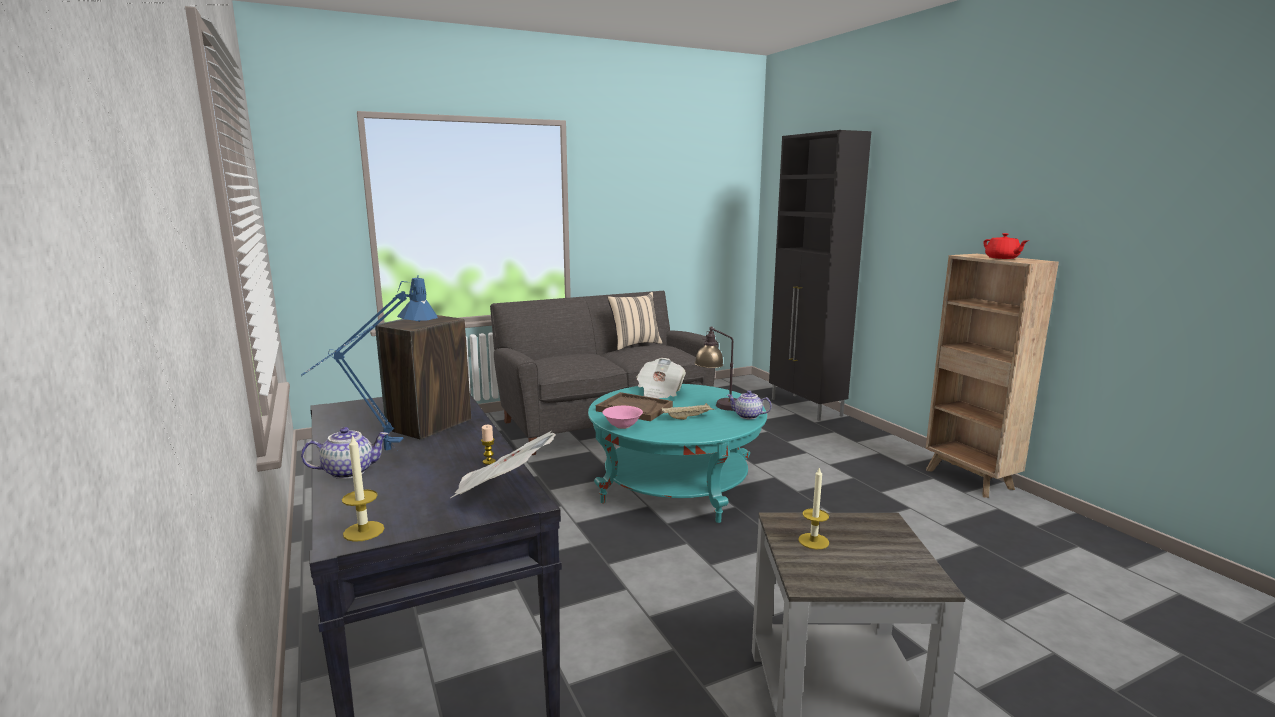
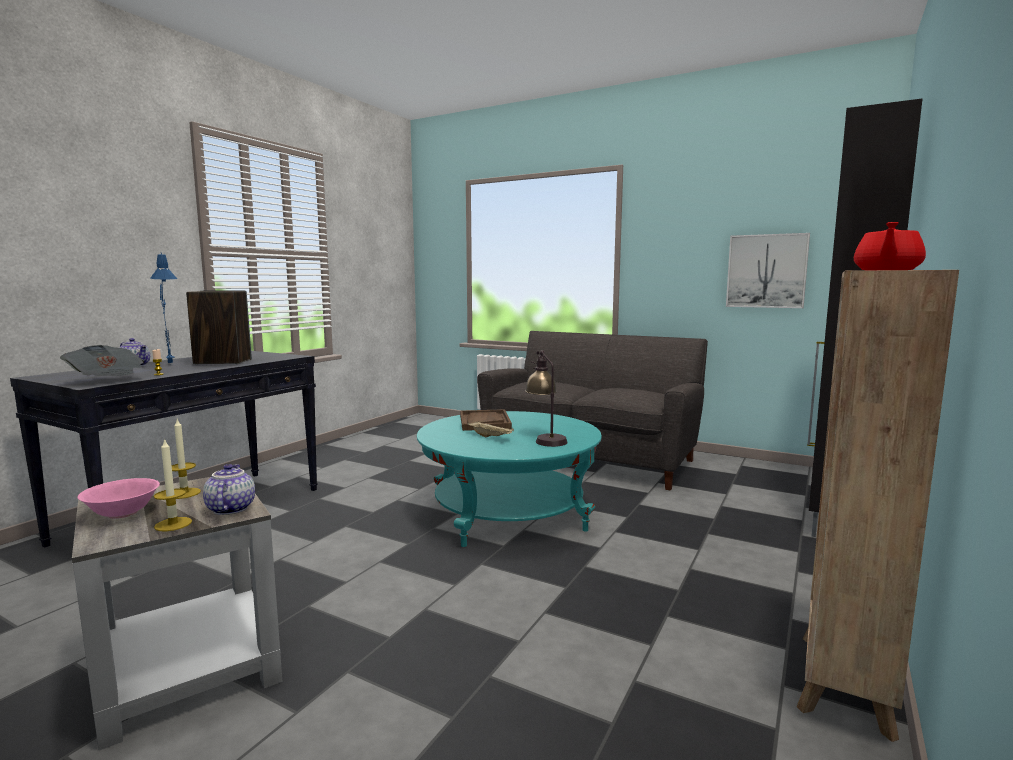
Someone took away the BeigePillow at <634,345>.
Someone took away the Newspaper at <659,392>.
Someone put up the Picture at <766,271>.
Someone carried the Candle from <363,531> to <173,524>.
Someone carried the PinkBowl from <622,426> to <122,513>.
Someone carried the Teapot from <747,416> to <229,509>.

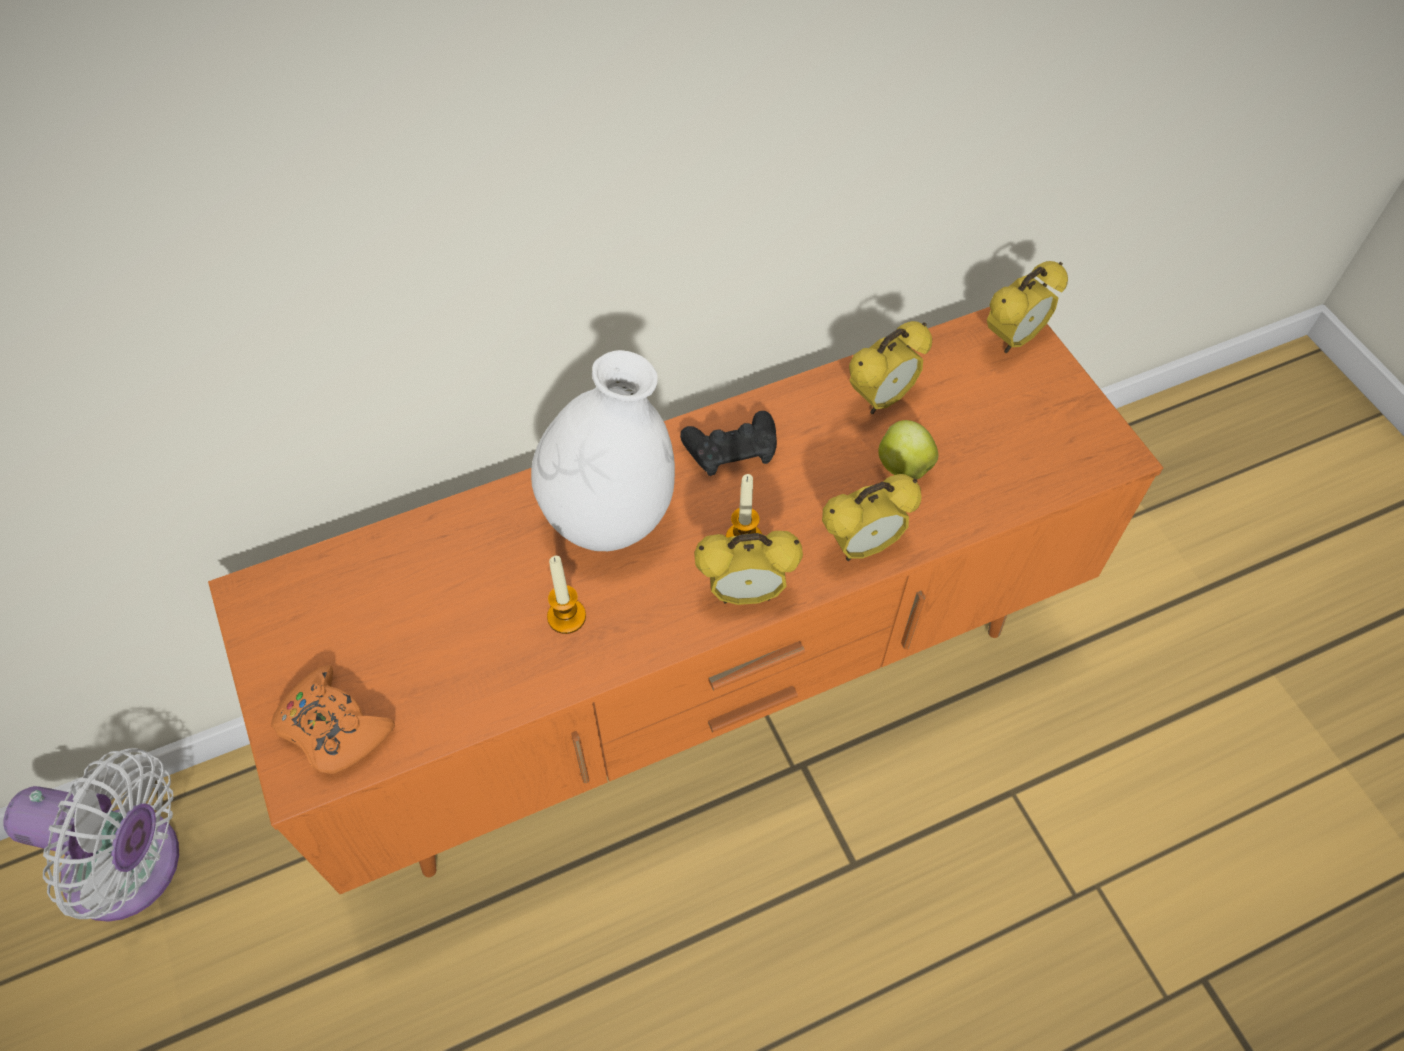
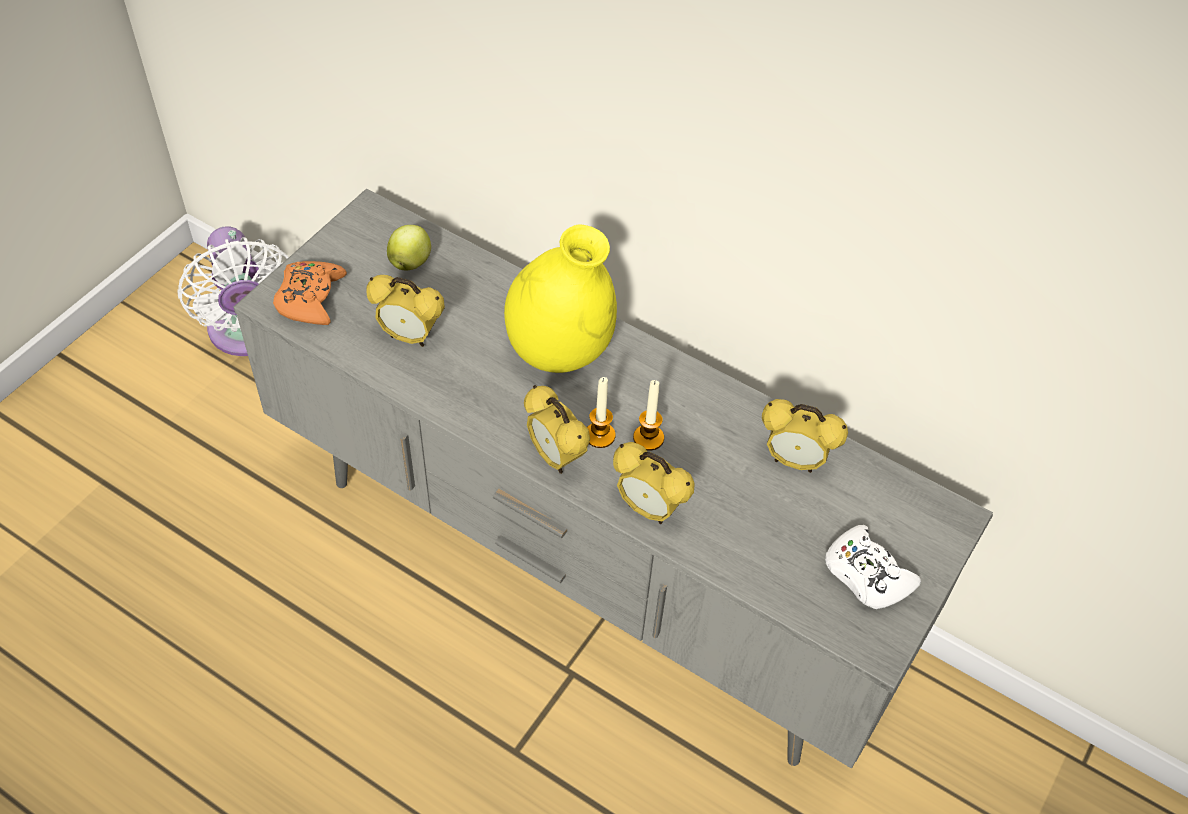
Someone took away the BlackGameController at <731,449>.
Someone put down the WhiteGameController at <866,575>.
Someone carried the Candle from <566,616> to <648,438>.
Someone carried the Apple from <902,466> to <410,262>.
Someone carried the AlarmClock from <1013,339> to <410,337>.
Someone repainted the OrangeTvStand at <701,691>, which became the GreyTvStand at <585,573>.
Someone repainted the WhiteVase at <609,516>, which became the YellowVase at <559,352>.

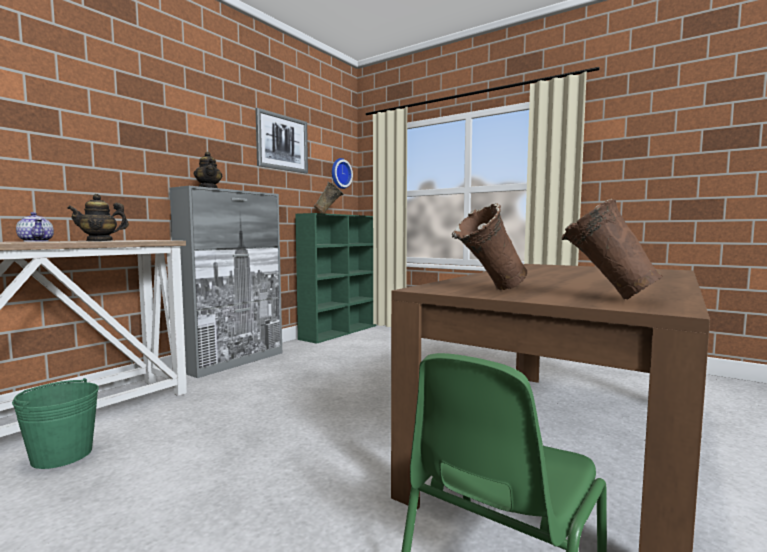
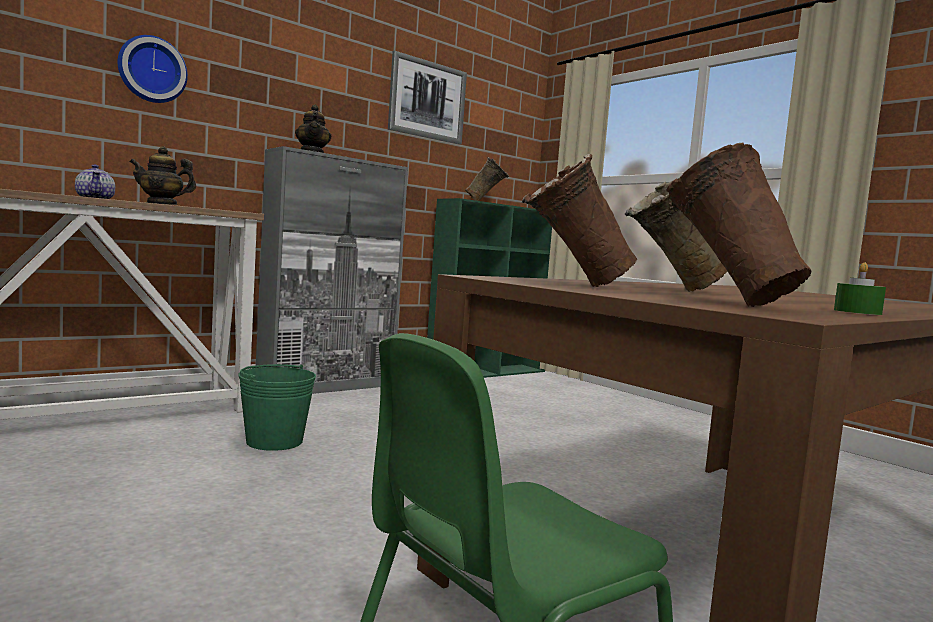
Someone put down the BeigeVase at <669,290>.
Someone put down the GreenCandle at <857,312>.
Someone carried the GreenBucket from <62,455> to <274,441>.
Someone carried the WallClock from <340,173> to <152,70>.

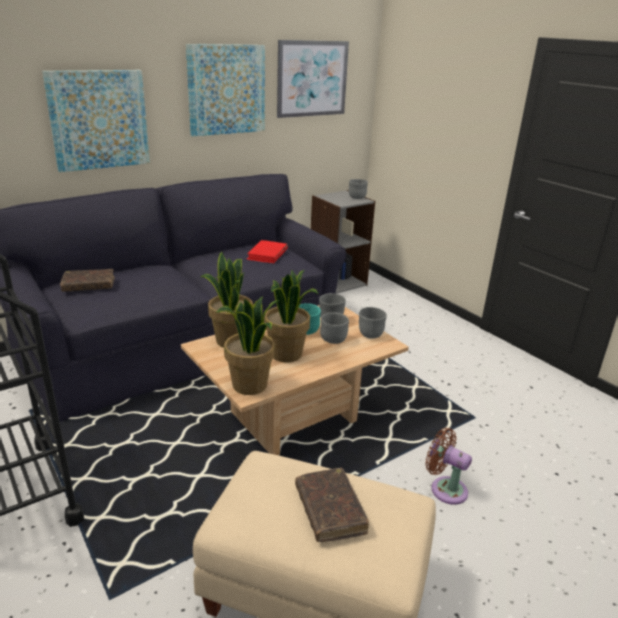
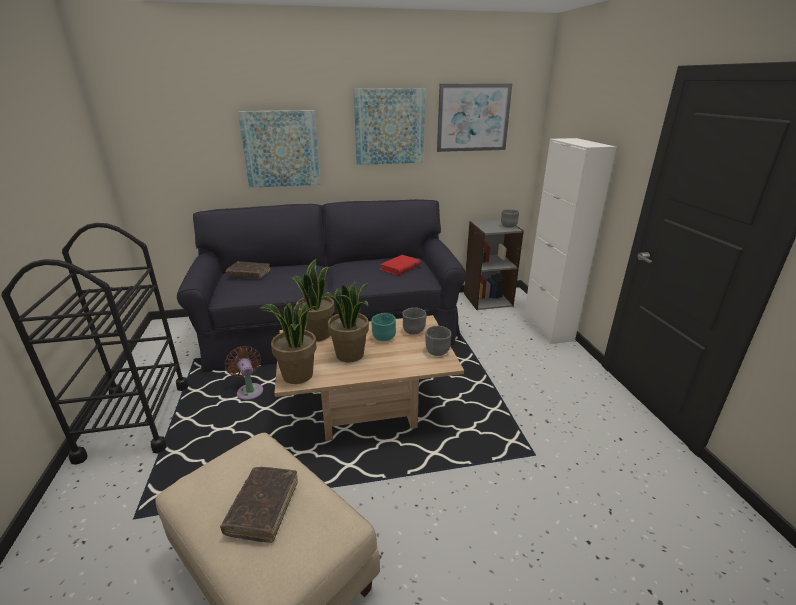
Someone took away the GreyBowl at <333,341>.
Someone put down the WhiteCabinet at <548,327>.
Someone carried the BrownFan from <445,488> to <249,390>.

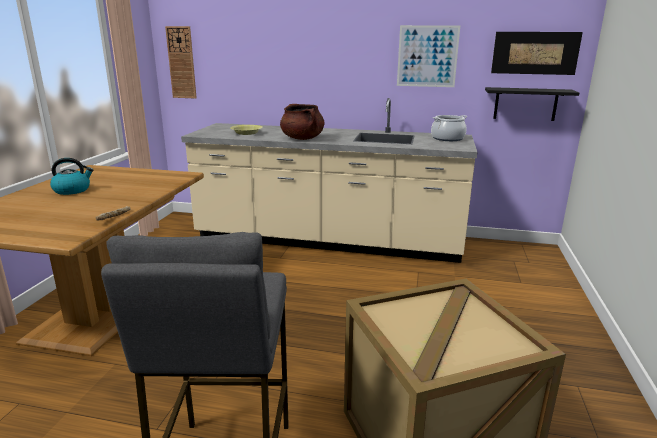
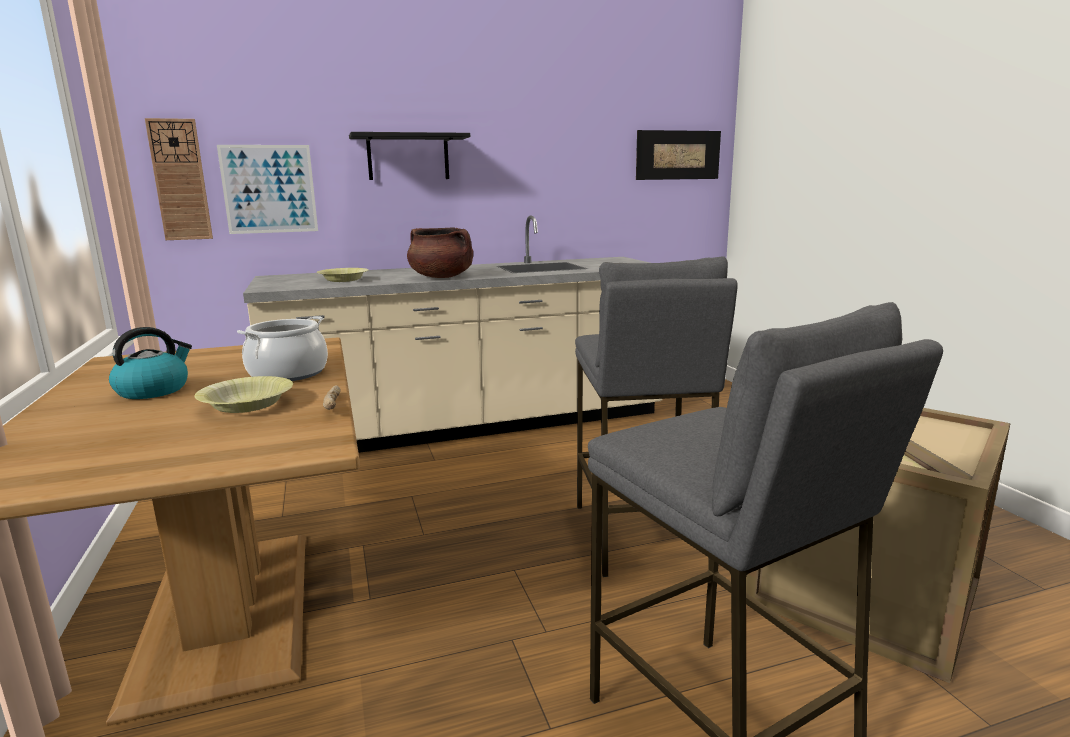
Someone put down the YellowBowl at <247,405>.
Someone put down the GreyStool at <640,535>.
Someone carried the Picture from <427,56> to <269,189>.
Someone carried the CookingPot from <447,138> to <288,373>.
Someone carried the BlackShelf from <525,104> to <408,157>.

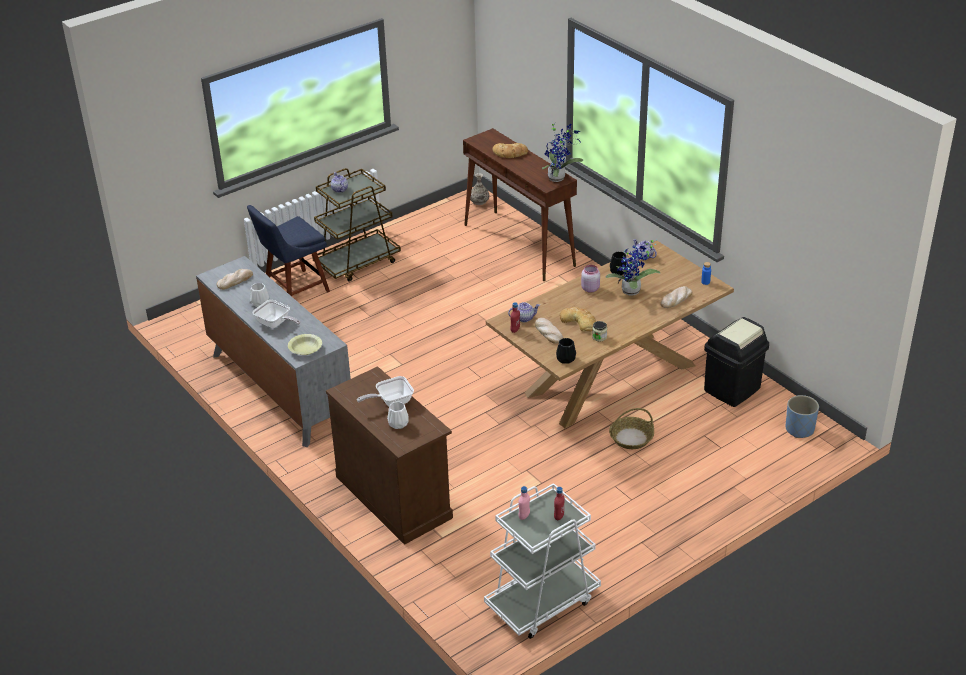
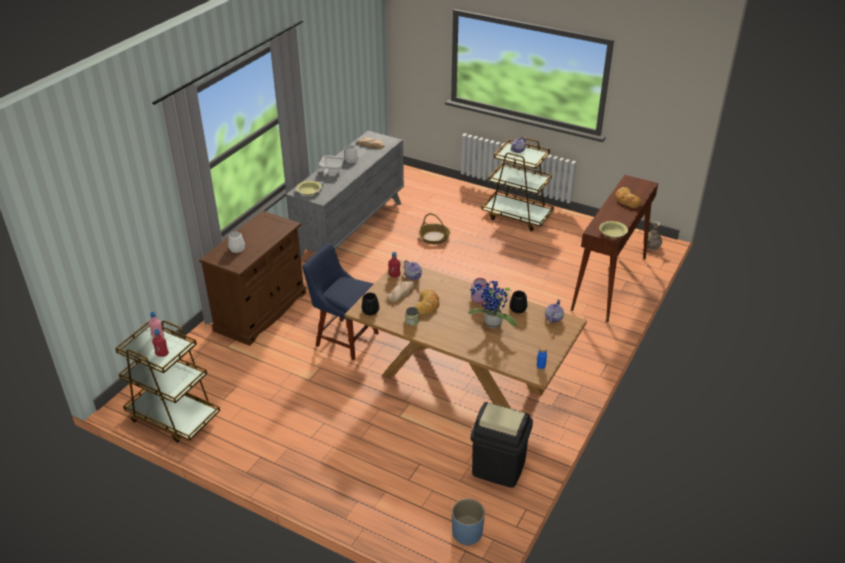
Someone took away the FryingPan at <391,402>.
Someone took away the Bread at <676,299>.
Someone carried the BlueChair from <294,290> to <344,338>.
Someone carried the Basket from <631,438> to <434,237>.
Someone swapped the PottedPlant at <558,177> for the YellowBowl at <612,233>.
Someone repainted the WhiteCart at <542,602>, which became the BrownCart at <173,417>.

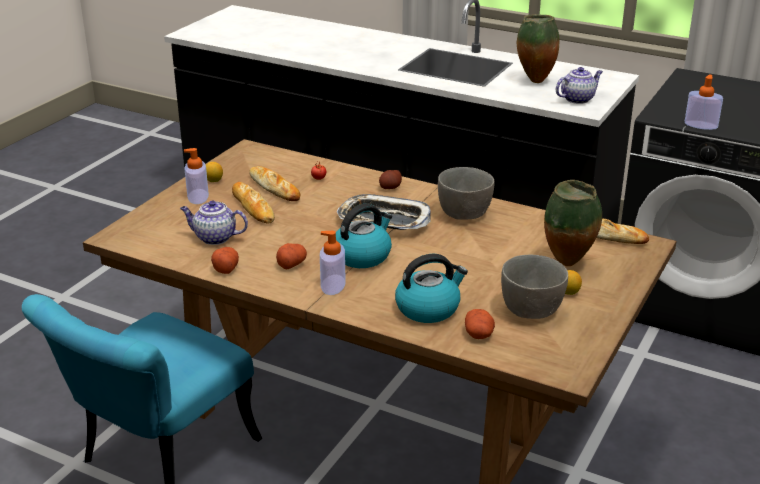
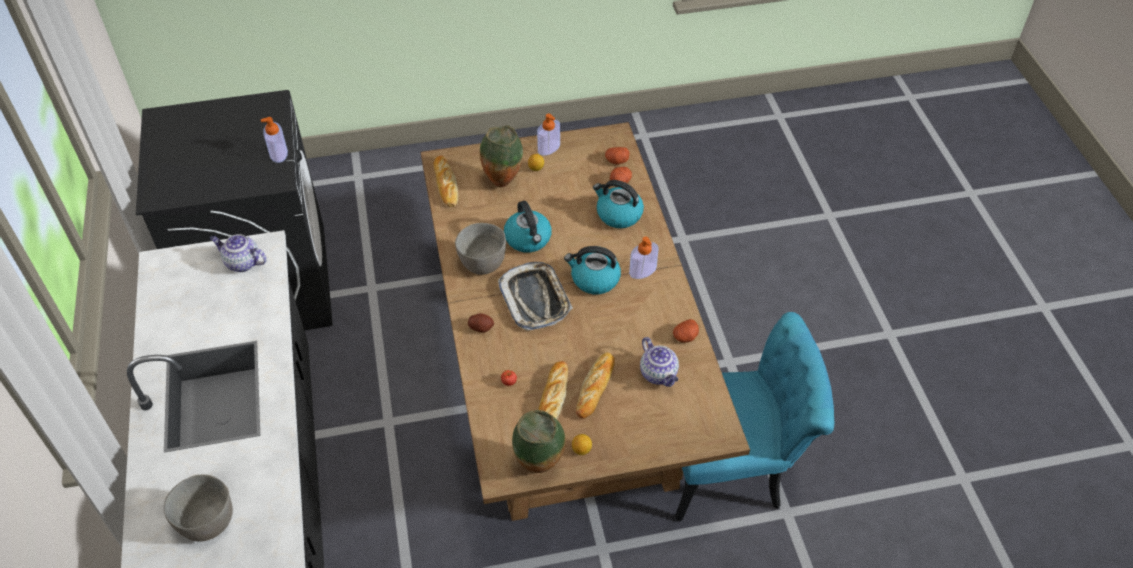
Someone put down the Kettle at <528,239>.
Someone carried the SoapDispenser from <198,197> to <549,148>.
Someone carried the Potato from <291,264> to <616,161>.
Someone carried the GreyBowl from <532,309> to <206,521>.
Someone carried the Vase from <534,81> to <540,468>.

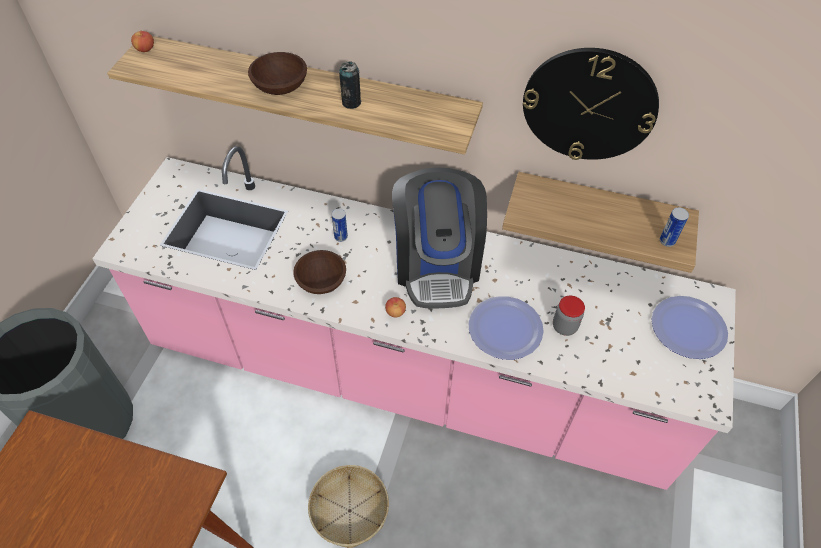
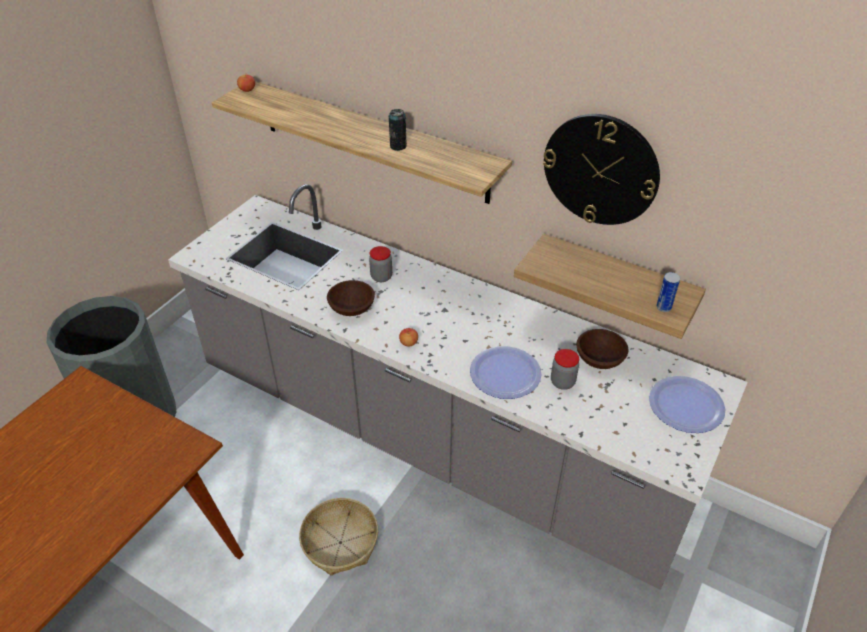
Someone took away the CoffeeMachine at <437,265>.
Someone carried the BrownBowl from <280,86> to <599,358>.
Someone swapped the Can at <341,237> for the Jar at <381,277>.
Someone repainted the PinkCounter at <408,374>, which became the GreyCounter at <433,437>.

